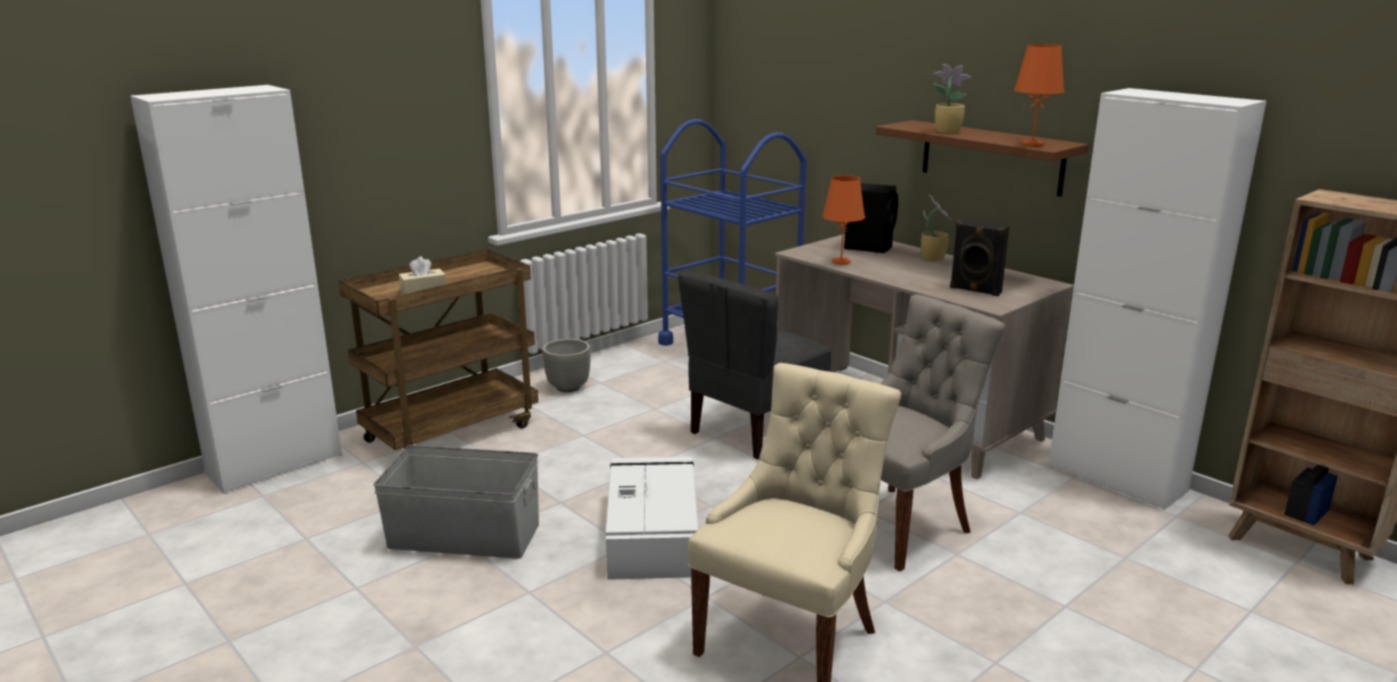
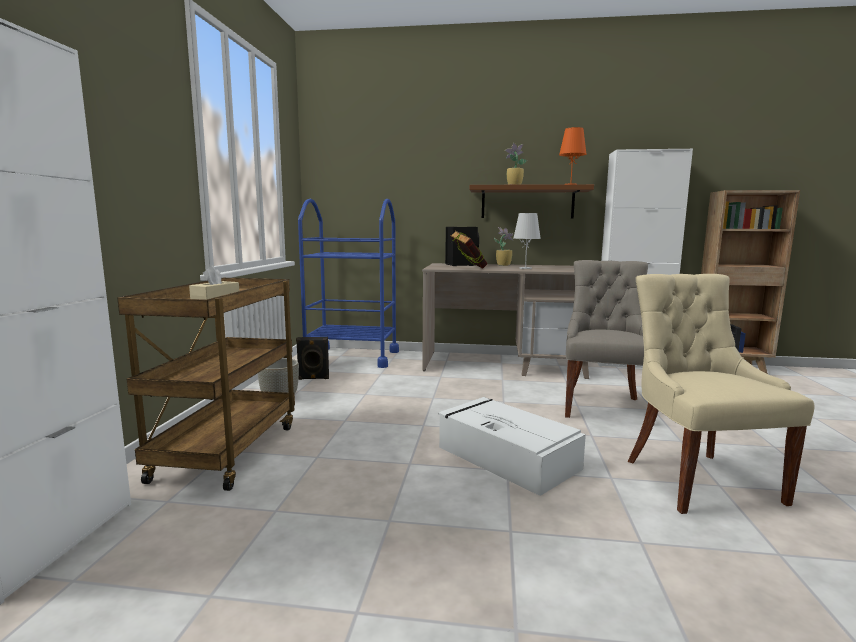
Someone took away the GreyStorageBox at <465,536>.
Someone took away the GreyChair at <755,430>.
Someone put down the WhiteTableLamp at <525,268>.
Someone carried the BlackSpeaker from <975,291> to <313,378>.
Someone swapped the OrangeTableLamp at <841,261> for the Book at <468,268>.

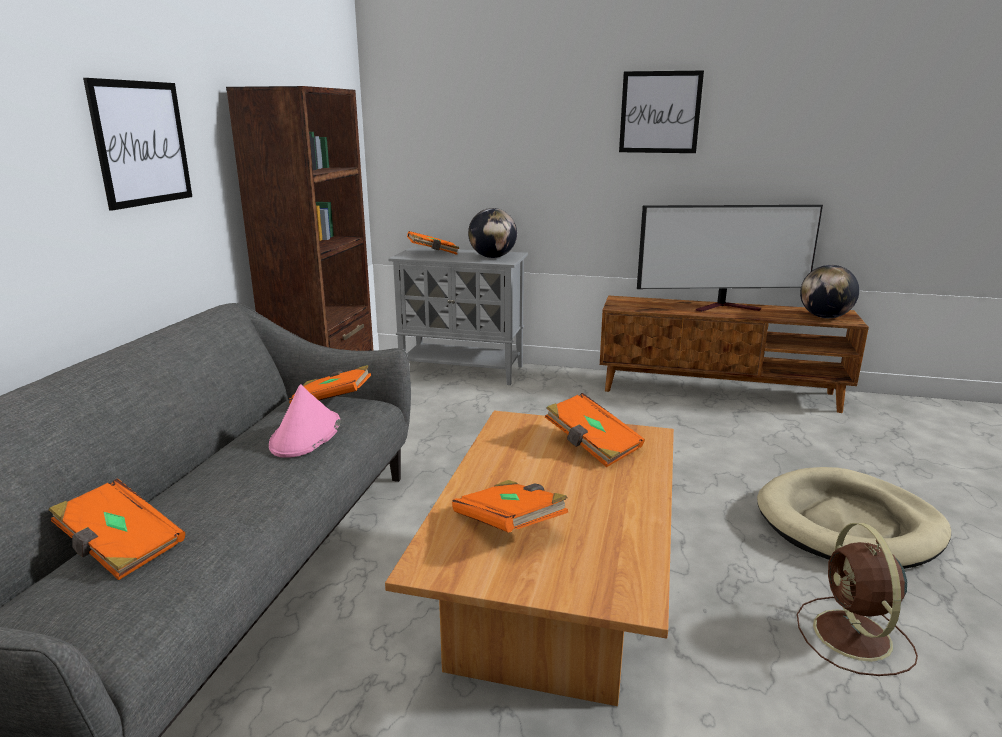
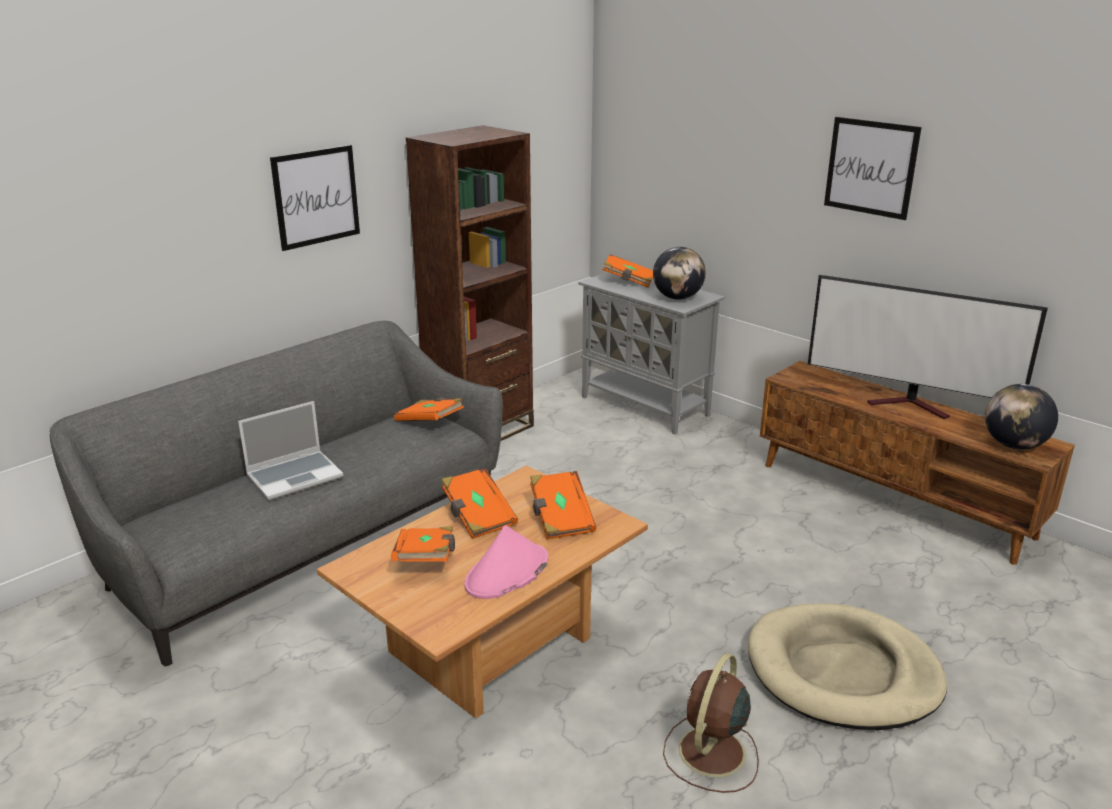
Someone put down the Laptop at <295,476>.
Someone carried the OrangeBook from <120,547> to <478,516>.
Someone carried the PinkHat from <306,435> to <507,573>.

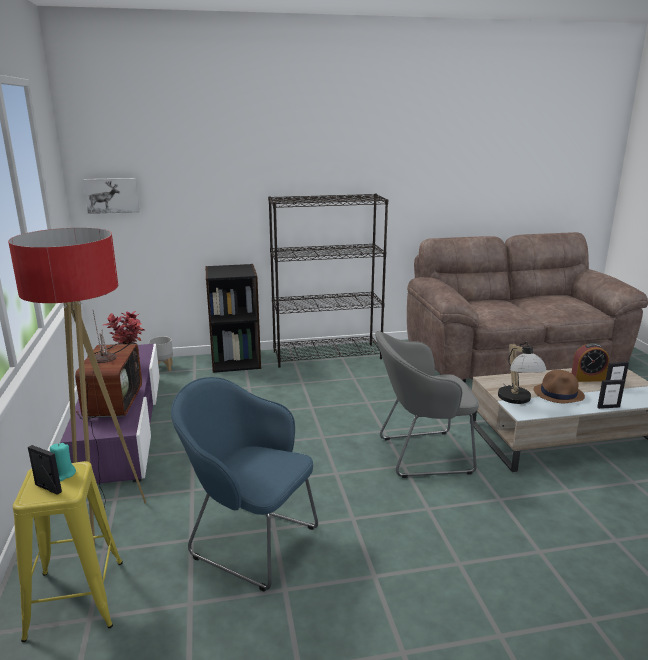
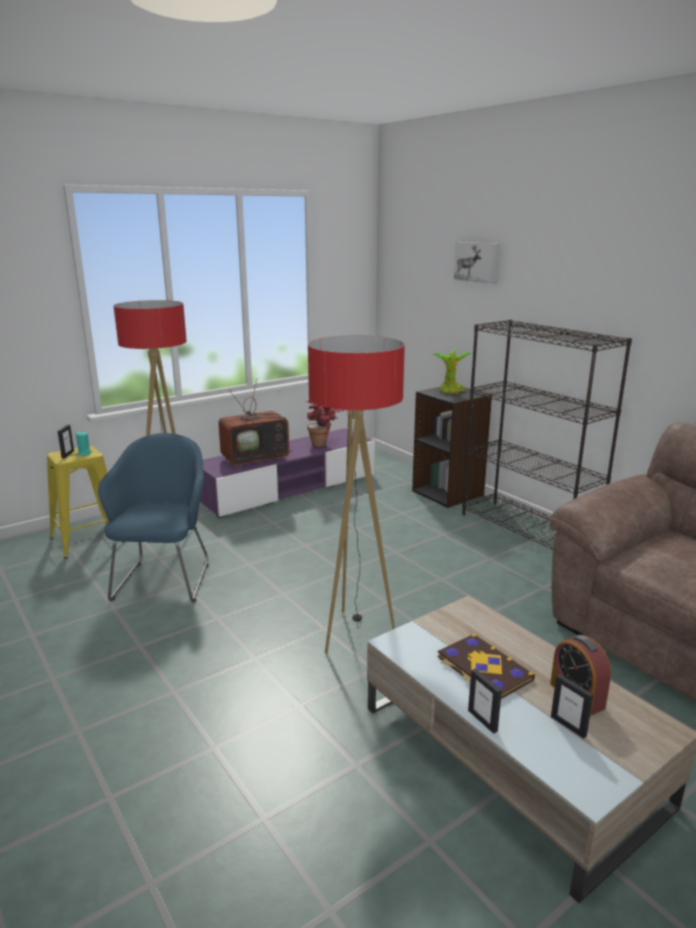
Someone took away the GreyPlanter at <163,368>.
Someone took away the TableLamp at <517,401>.
Someone put down the PottedPlant at <451,392>.
Someone carried the Picture from <112,195> to <477,262>.
Someone swapped the GreyArmchair at <420,454> for the FloorLamp at <355,634>.
Someone swapped the BrownHat at <559,394> for the Book at <483,669>.

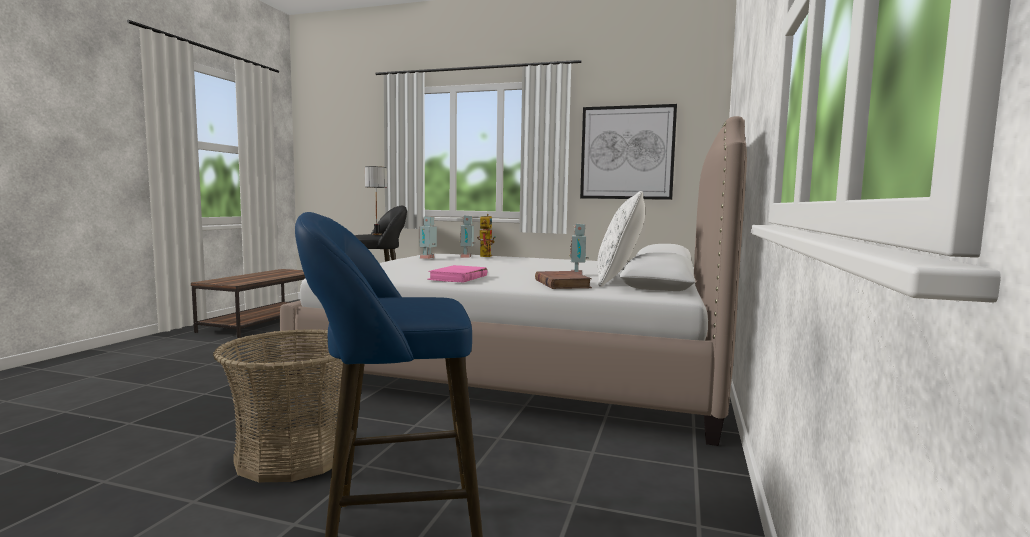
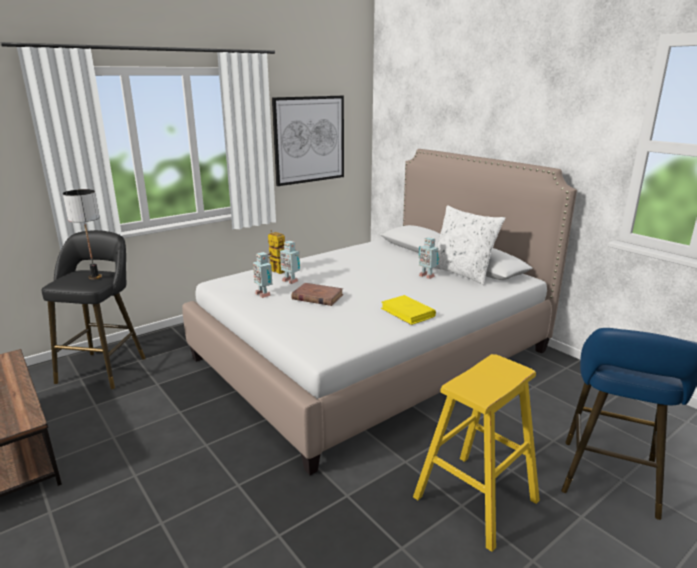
Someone carried the BrownBook from <562,284> to <317,297>.
Someone swapped the Basket at <295,455> for the YellowStool at <476,498>.
Someone repainted the PinkBook at <458,278>, which became the YellowBook at <407,312>.

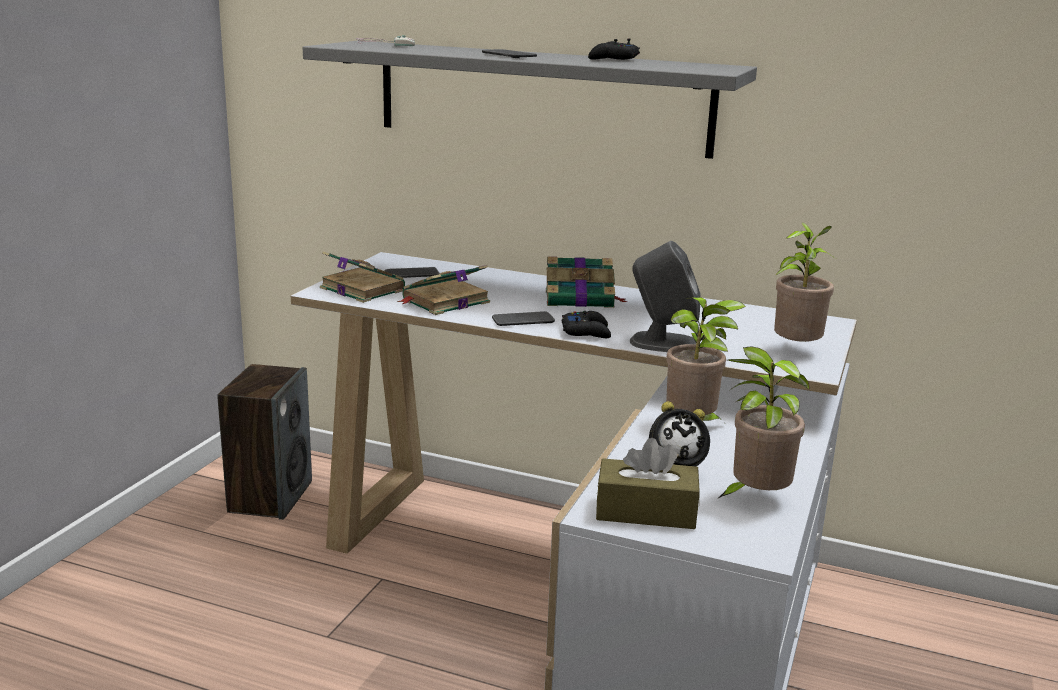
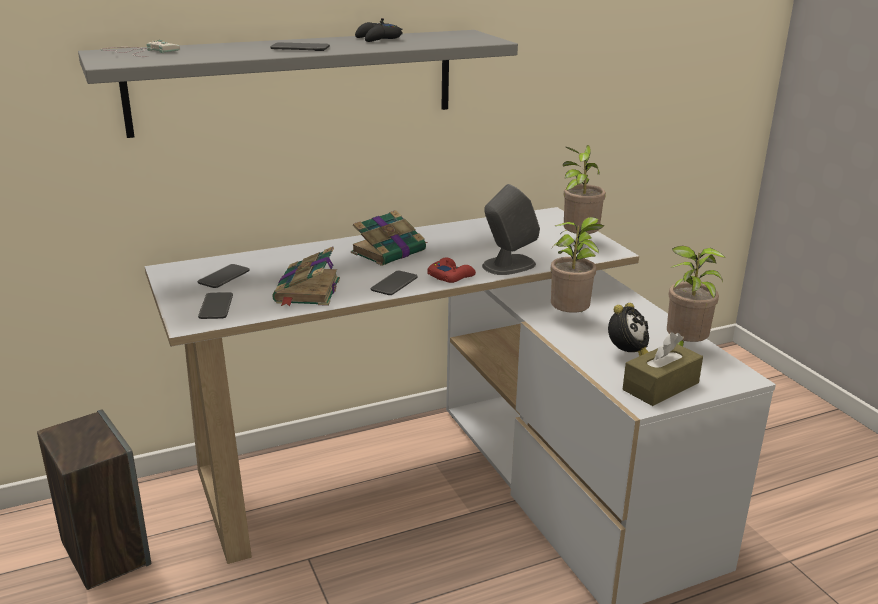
Someone swapped the Book at <361,289> for the Phone at <216,307>.
Someone repainted the BlackGameController at <586,332>, which became the RedGameController at <450,276>.

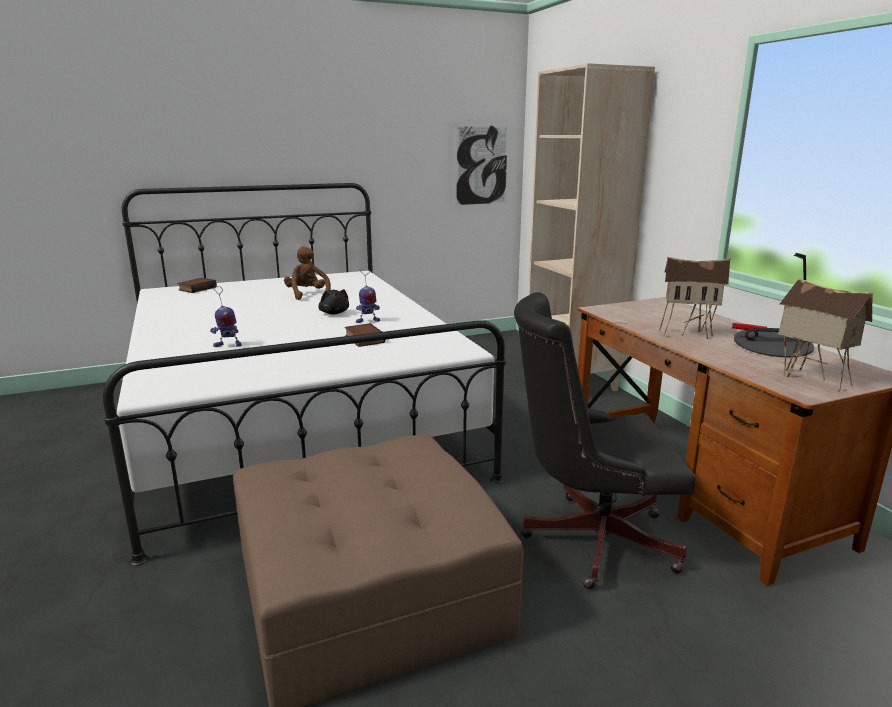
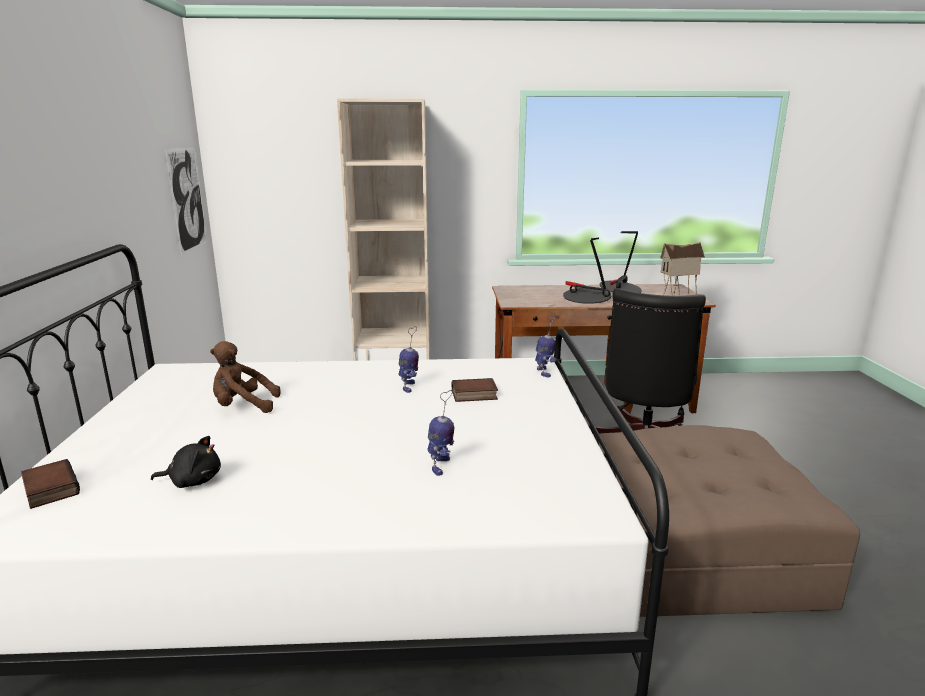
Someone put down the ToyRobot at <544,372>.
Someone carried the BlackPlushToy from <334,313> to <193,481>.
Someone swapped the ToyHouse at <687,333> for the TableLamp at <586,298>.

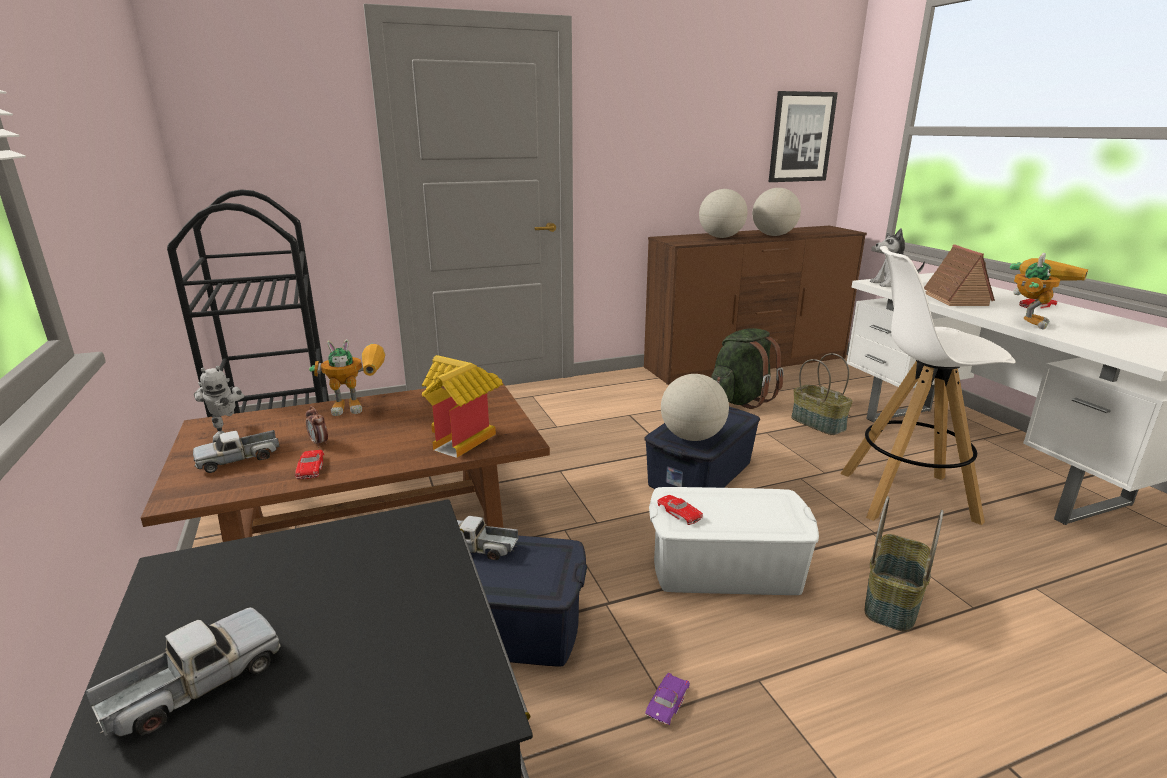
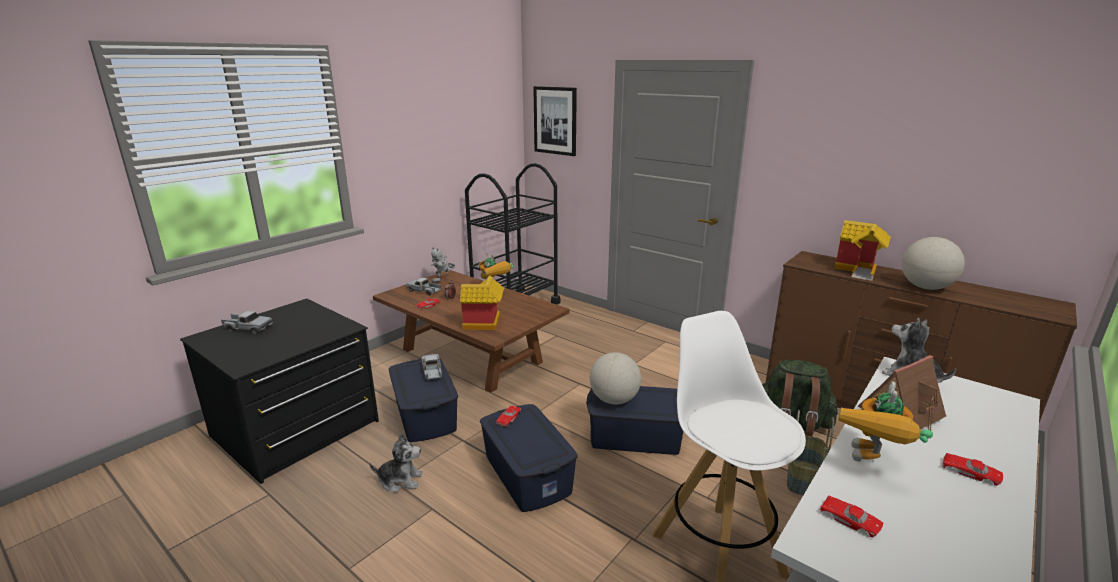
Someone took away the Basket at <891,600>.
Someone put down the RedToyCar at <849,519>.
Someone carried the Picture from <801,137> to <555,120>.
Someone swapped the PurpleToyCar at <667,702> for the PlushToy at <400,480>.
Someone swapped the Globe at <721,237> for the ToyHouse at <860,271>.
Someone repainted the WhiteStorageBox at <725,567>, which became the BlueStorageBox at <528,473>.
Someone rotated the ToyRobot at <1030,321> by 105 degrees clockwise.

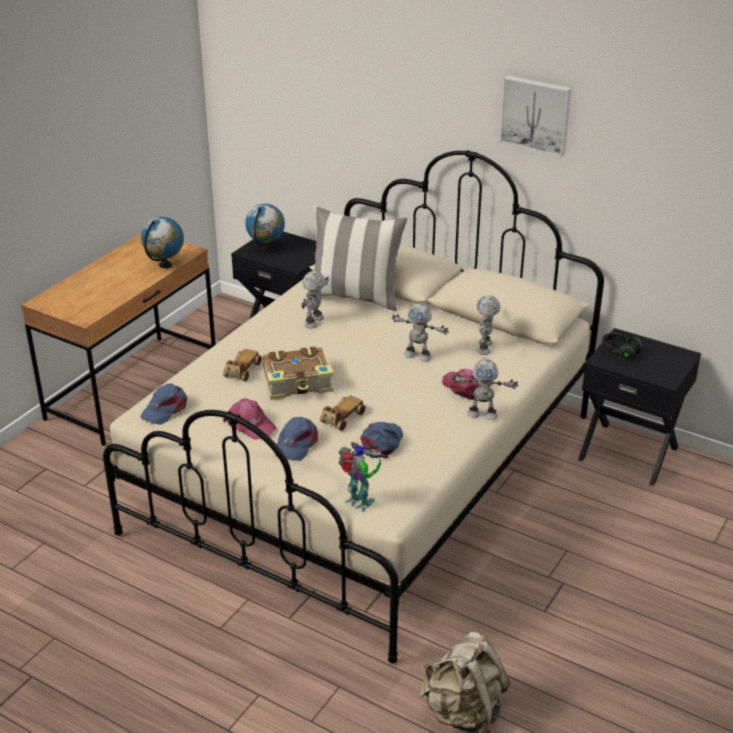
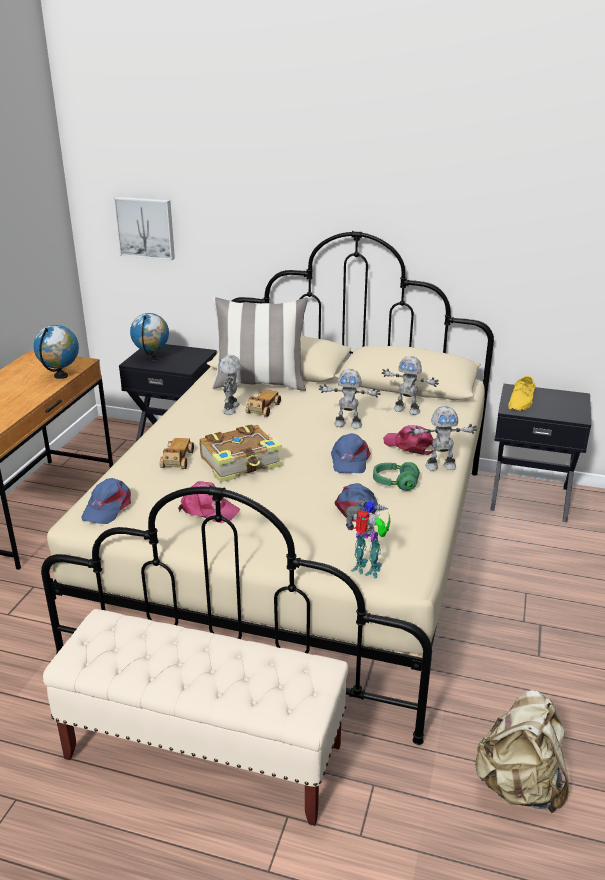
Someone put down the BeigeBench at <204,753>.
Someone put down the GreenHeadphones at <395,483>.
Someone carried the BlueCap from <296,444> to <349,460>.
Someone carried the ToyCar from <342,418> to <263,409>.
Someone carried the Picture from <536,114> to <146,227>.
Someone swapped the BlackHeadphones at <619,352> for the YellowShoe at <522,401>.
Someone rotated the ToyRobot at <485,348> by 60 degrees counterclockwise.

